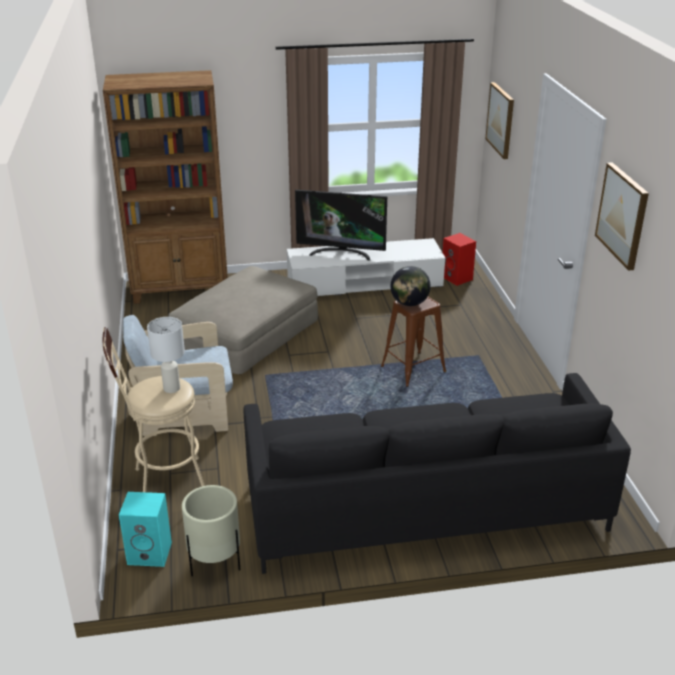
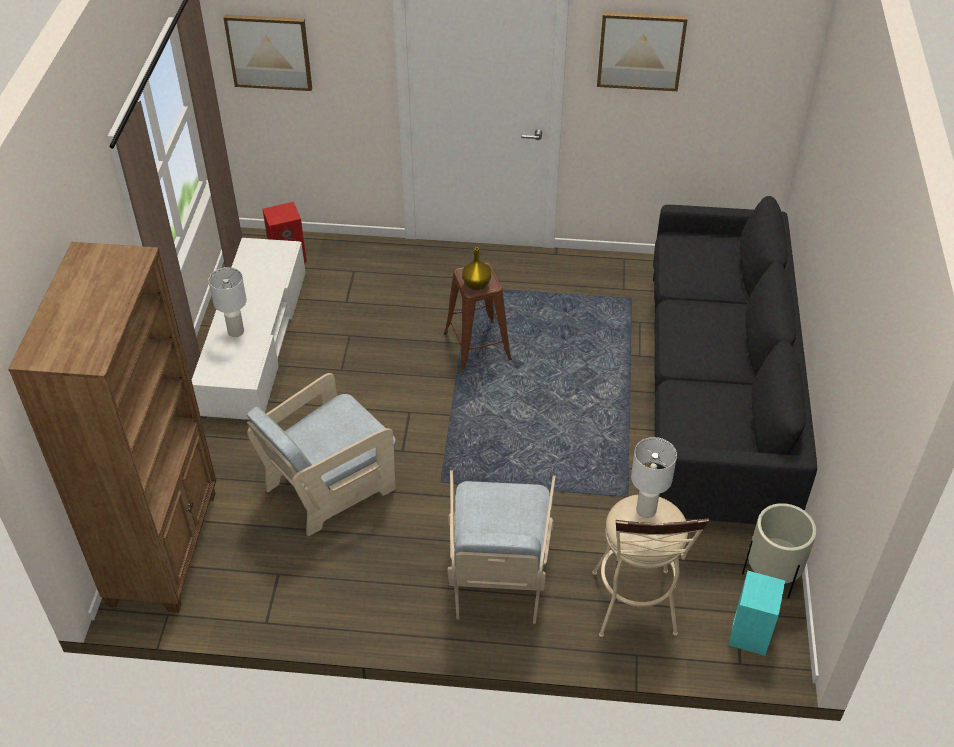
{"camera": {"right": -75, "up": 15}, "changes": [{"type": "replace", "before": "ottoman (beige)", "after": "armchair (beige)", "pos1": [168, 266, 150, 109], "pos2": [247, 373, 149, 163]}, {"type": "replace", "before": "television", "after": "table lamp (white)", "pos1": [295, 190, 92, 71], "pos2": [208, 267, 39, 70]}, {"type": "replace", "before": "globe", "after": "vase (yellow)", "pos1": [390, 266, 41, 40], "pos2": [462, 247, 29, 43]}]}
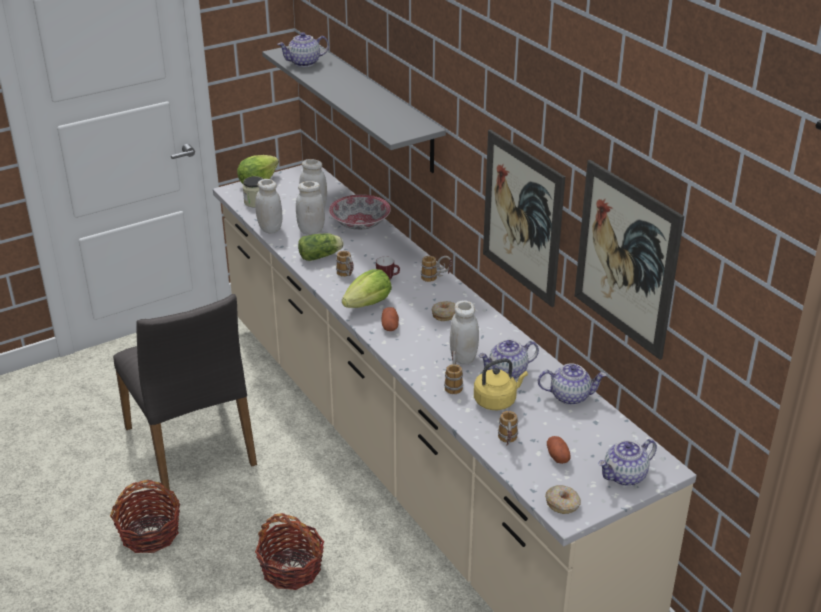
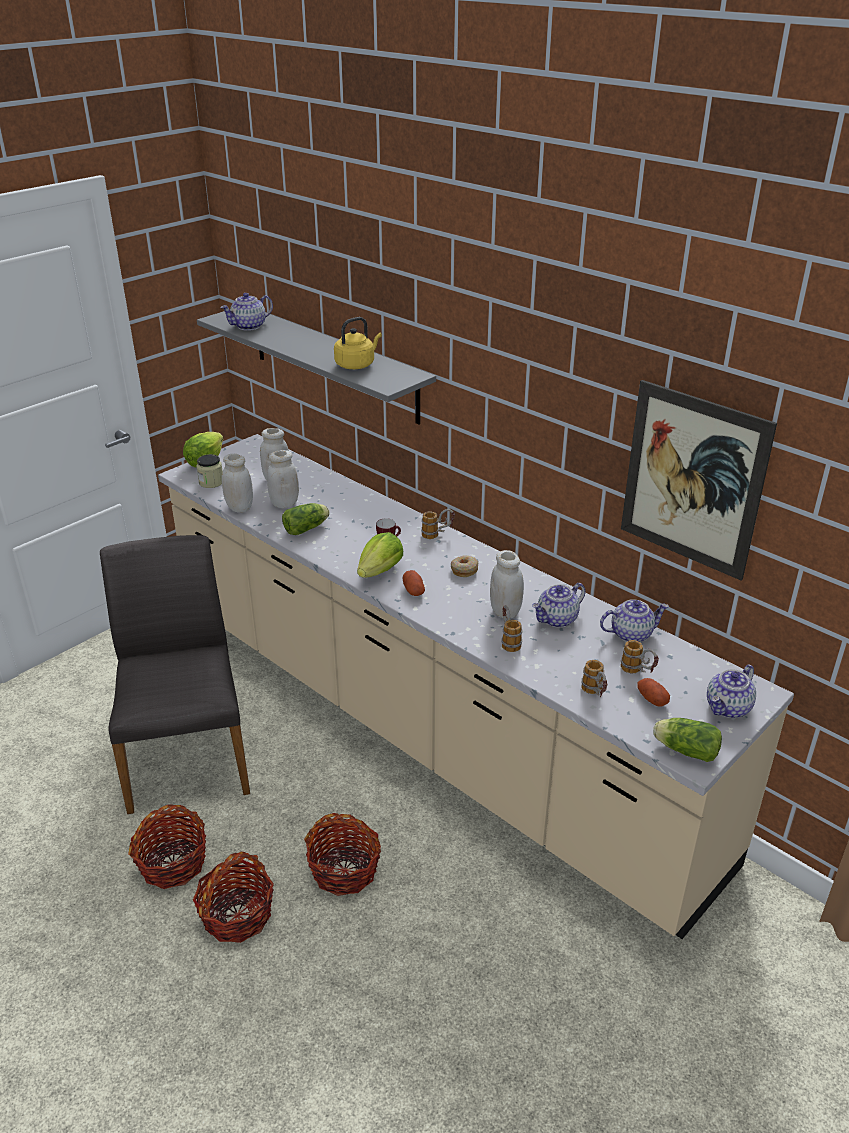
{"camera": {"right": -15, "up": 0}, "changes": [{"type": "delete", "before": "bowl", "pos1": [329, 194, 62, 36]}, {"type": "delete", "before": "picture", "pos1": [483, 129, 82, 178]}, {"type": "insert", "after": "basket", "pos2": [193, 852, 81, 91]}, {"type": "move", "before": "mug", "pos1": [336, 251, 18, 26], "pos2": [621, 640, 38, 34]}, {"type": "move", "before": "kettle (yellow)", "pos1": [474, 358, 54, 52], "pos2": [334, 317, 48, 52]}, {"type": "replace", "before": "donut", "after": "lettuce", "pos1": [545, 485, 36, 29], "pos2": [653, 718, 69, 44]}, {"type": "rotate", "before": "chair (grey)", "pos1": [113, 294, 144, 196], "pos2": [100, 535, 150, 279], "turn": -150}]}
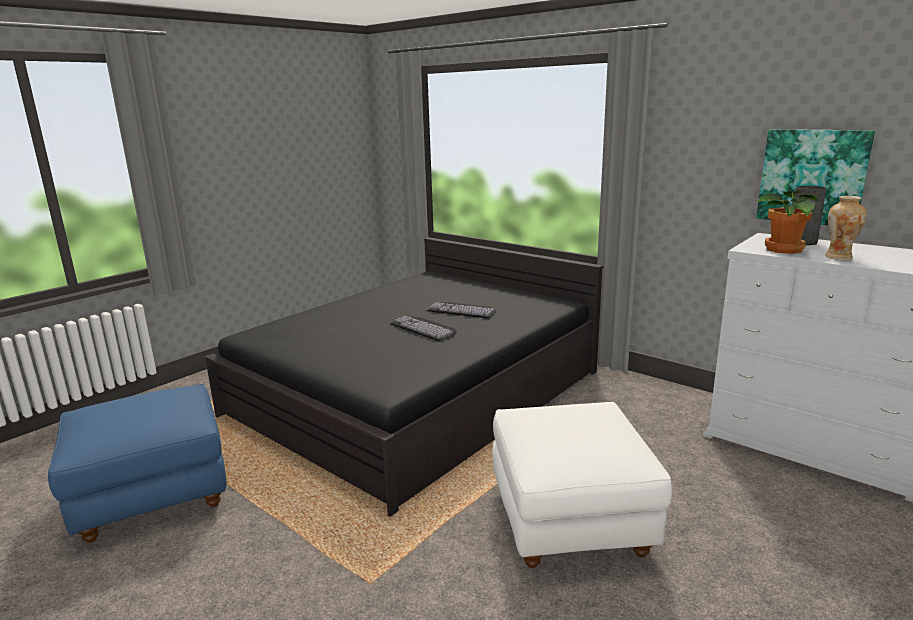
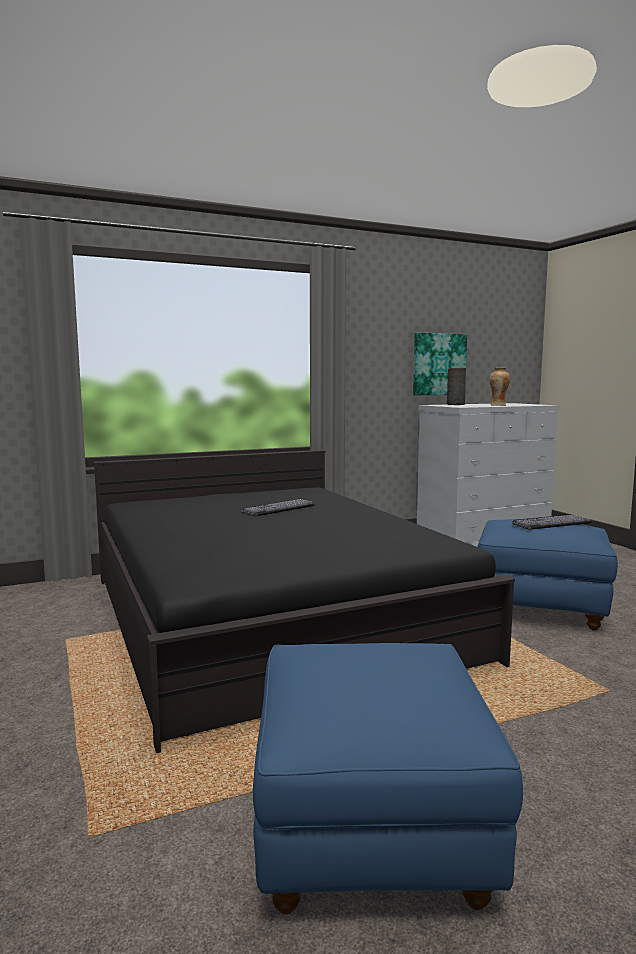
{"camera": {"right": -65, "up": -10}, "changes": [{"type": "delete", "before": "potted plant", "pos1": [757, 191, 61, 63]}, {"type": "move", "before": "keyboard", "pos1": [390, 316, 66, 25], "pos2": [512, 515, 80, 15]}, {"type": "recolor", "before": "ottoman (white)", "after": "ottoman (blue)", "pos1": [492, 402, 180, 166], "pos2": [477, 519, 141, 112]}]}
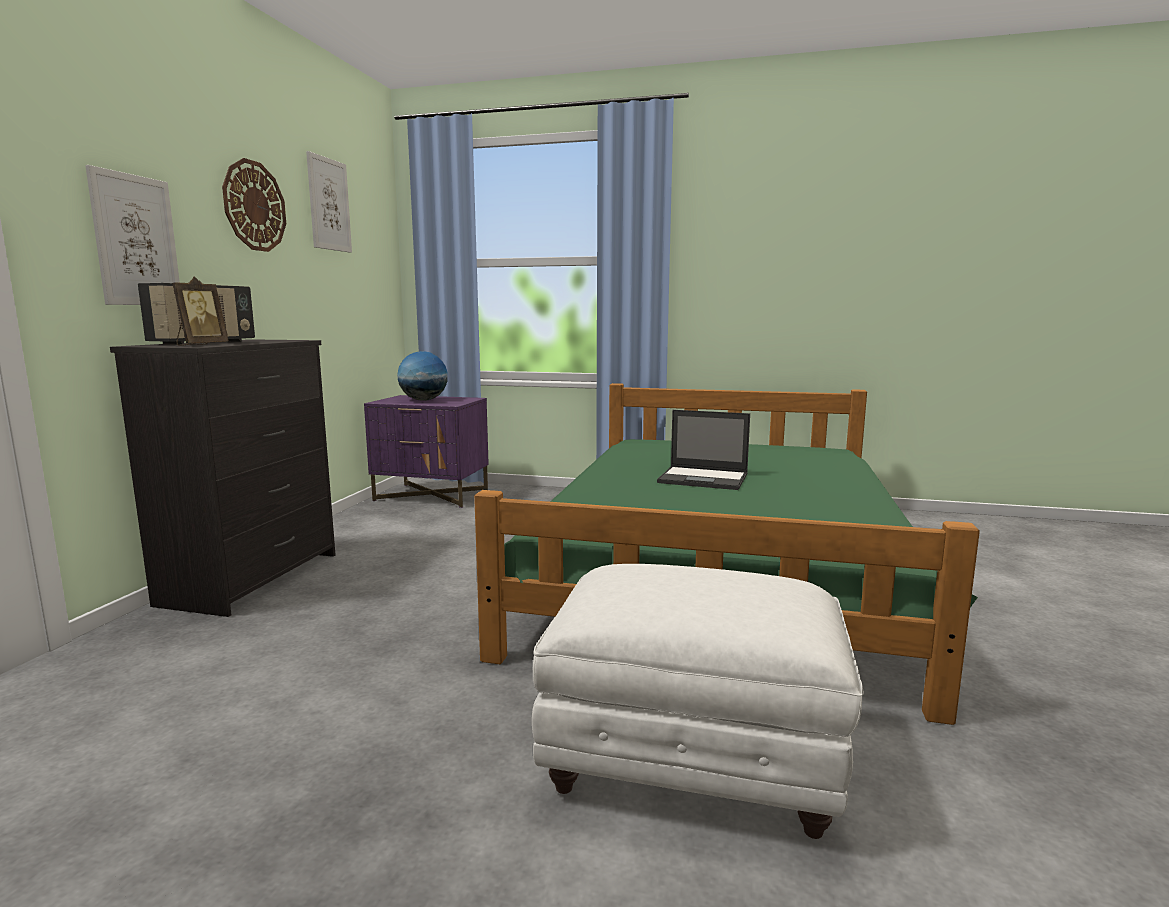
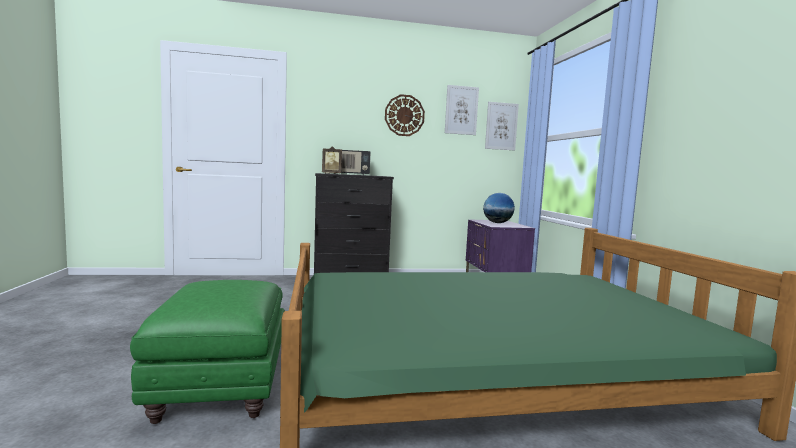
{"camera": {"right": 65, "up": -5}, "changes": [{"type": "delete", "before": "laptop", "pos1": [657, 410, 93, 80]}, {"type": "move", "before": "picture", "pos1": [85, 165, 95, 140], "pos2": [485, 102, 34, 48]}, {"type": "recolor", "before": "ottoman (white)", "after": "ottoman (green)", "pos1": [532, 564, 332, 275], "pos2": [130, 280, 155, 144]}]}
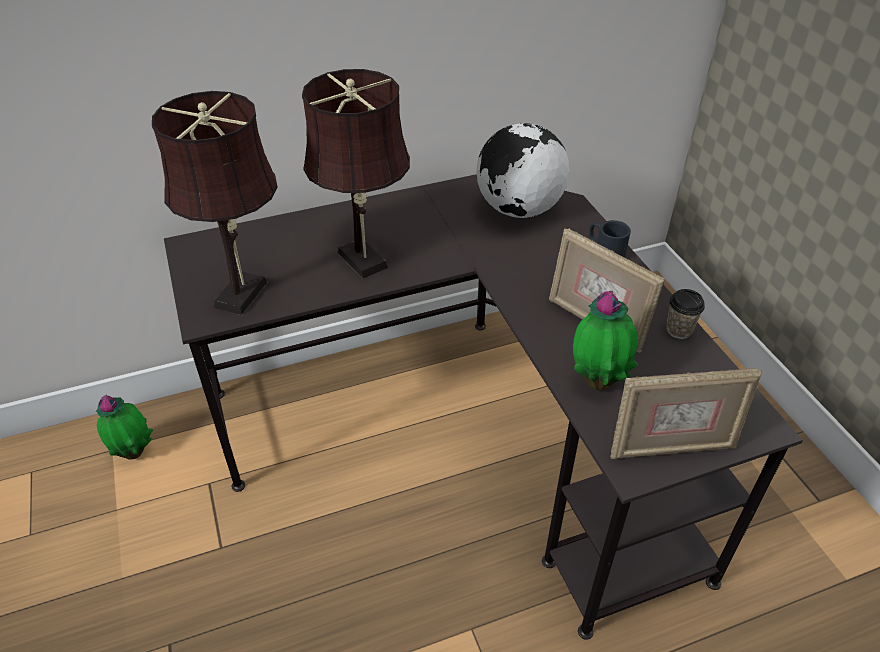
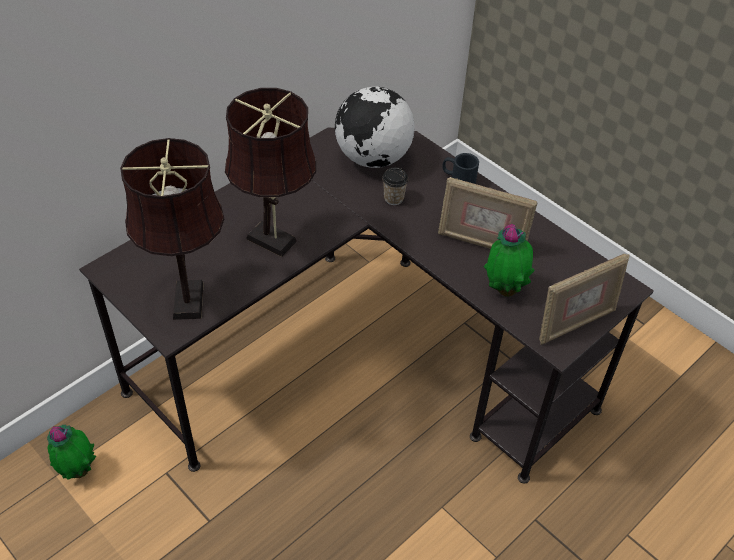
{"camera": {"right": -25, "up": 5}, "changes": [{"type": "move", "before": "cup", "pos1": [666, 289, 39, 50], "pos2": [382, 167, 26, 38]}]}
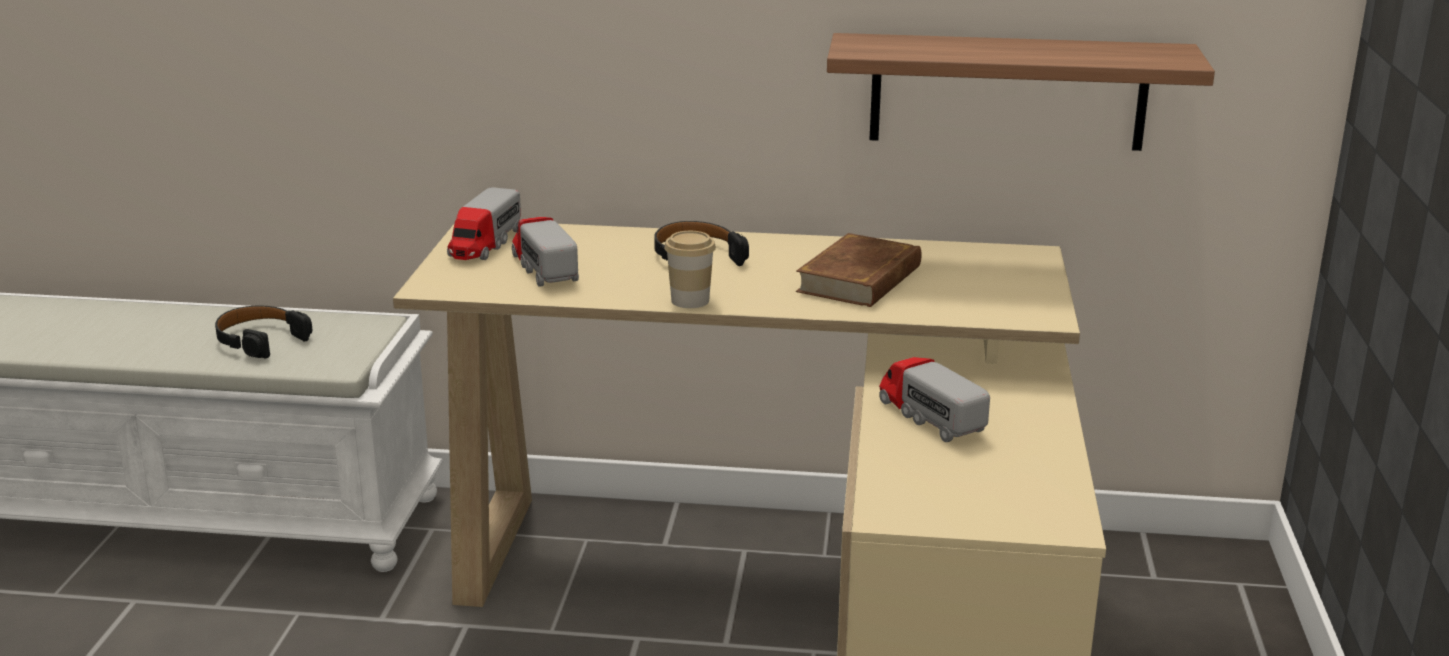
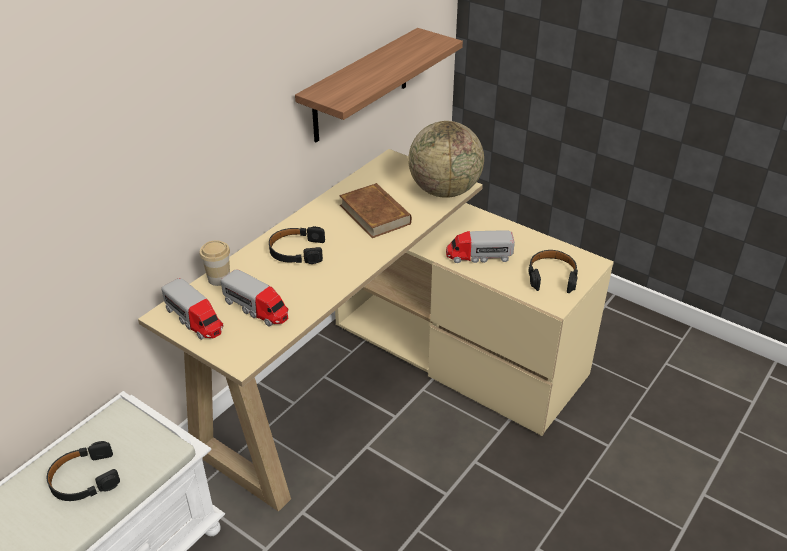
{"camera": {"right": -60, "up": 15}, "changes": [{"type": "insert", "after": "globe", "pos2": [408, 121, 76, 77]}, {"type": "insert", "after": "headphones (black)", "pos2": [528, 250, 50, 43]}, {"type": "move", "before": "cup", "pos1": [664, 231, 52, 77], "pos2": [200, 240, 30, 46]}, {"type": "rotate", "before": "toy truck", "pos1": [512, 217, 67, 69], "pos2": [221, 269, 68, 58], "turn": -150}]}
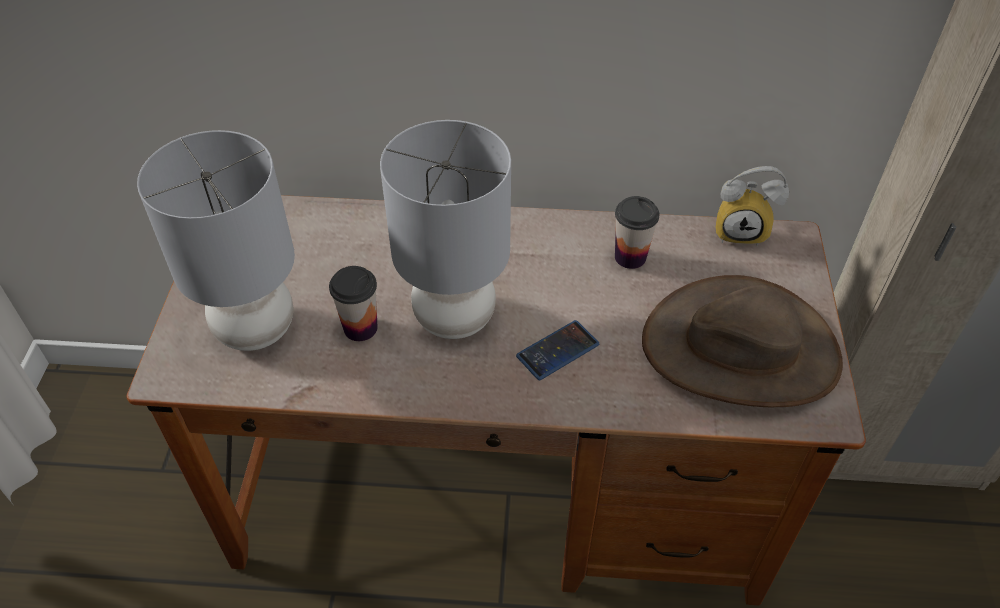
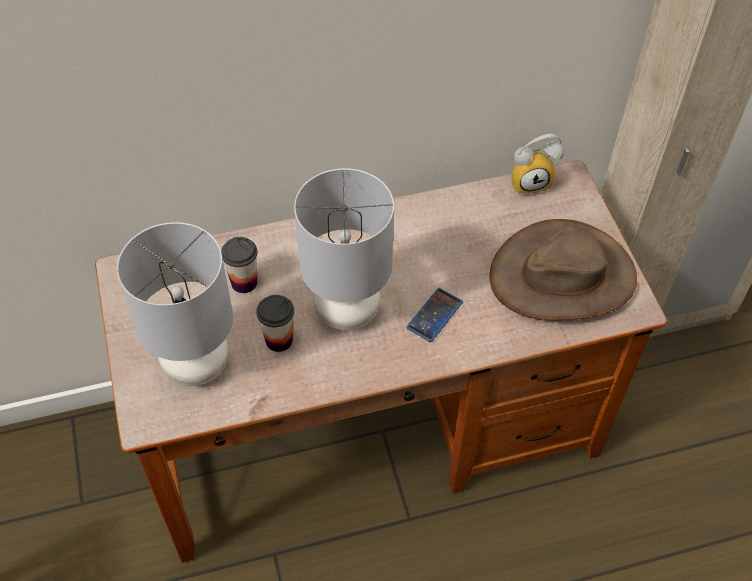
{"camera": {"right": -20, "up": 5}, "changes": [{"type": "move", "before": "cup", "pos1": [615, 196, 44, 73], "pos2": [221, 237, 36, 56]}]}
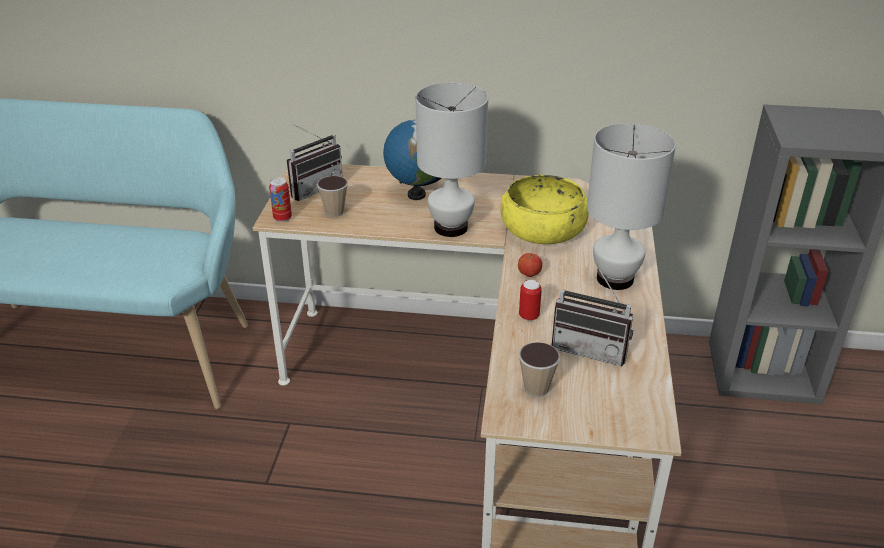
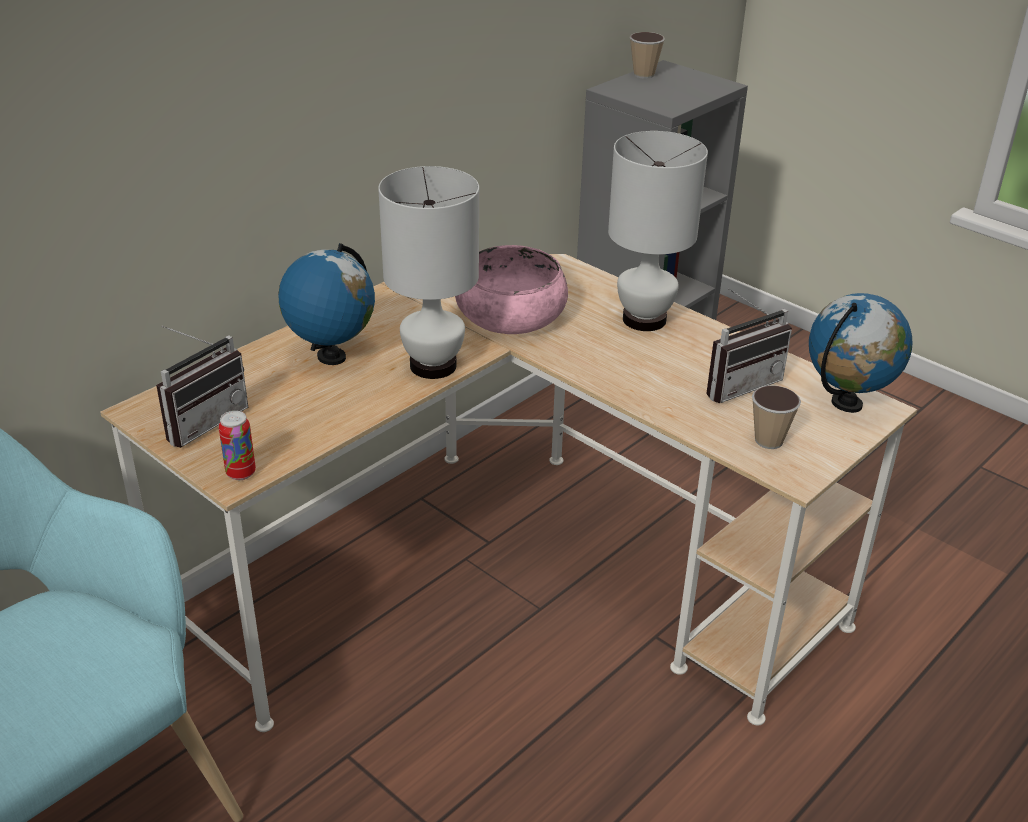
{"camera": {"right": -55, "up": 0}, "changes": [{"type": "delete", "before": "apple", "pos1": [518, 253, 24, 24]}, {"type": "delete", "before": "can", "pos1": [519, 280, 23, 41]}, {"type": "insert", "after": "globe", "pos2": [809, 293, 103, 120]}, {"type": "move", "before": "cup", "pos1": [317, 176, 31, 41], "pos2": [630, 32, 35, 47]}, {"type": "recolor", "before": "bowl (yellow)", "after": "bowl (pink)", "pos1": [501, 175, 88, 69], "pos2": [455, 245, 113, 89]}, {"type": "rotate", "before": "radio", "pos1": [287, 124, 56, 77], "pos2": [156, 326, 92, 122], "turn": 45}]}
